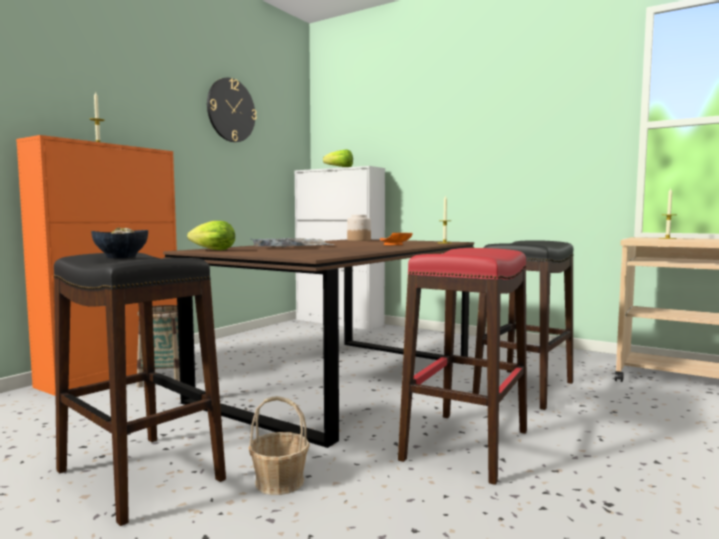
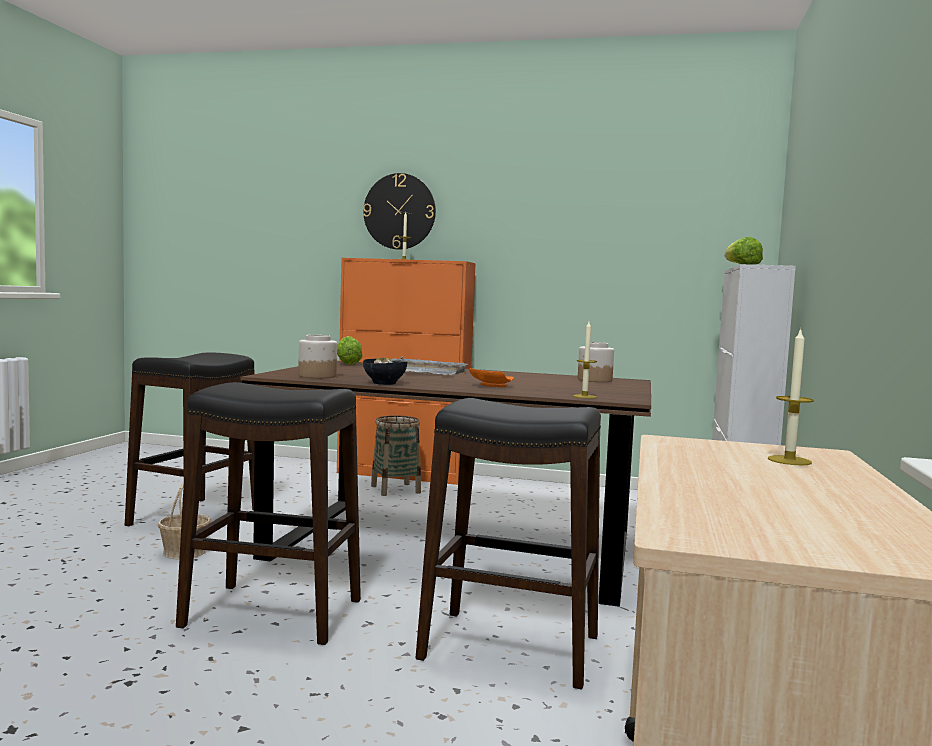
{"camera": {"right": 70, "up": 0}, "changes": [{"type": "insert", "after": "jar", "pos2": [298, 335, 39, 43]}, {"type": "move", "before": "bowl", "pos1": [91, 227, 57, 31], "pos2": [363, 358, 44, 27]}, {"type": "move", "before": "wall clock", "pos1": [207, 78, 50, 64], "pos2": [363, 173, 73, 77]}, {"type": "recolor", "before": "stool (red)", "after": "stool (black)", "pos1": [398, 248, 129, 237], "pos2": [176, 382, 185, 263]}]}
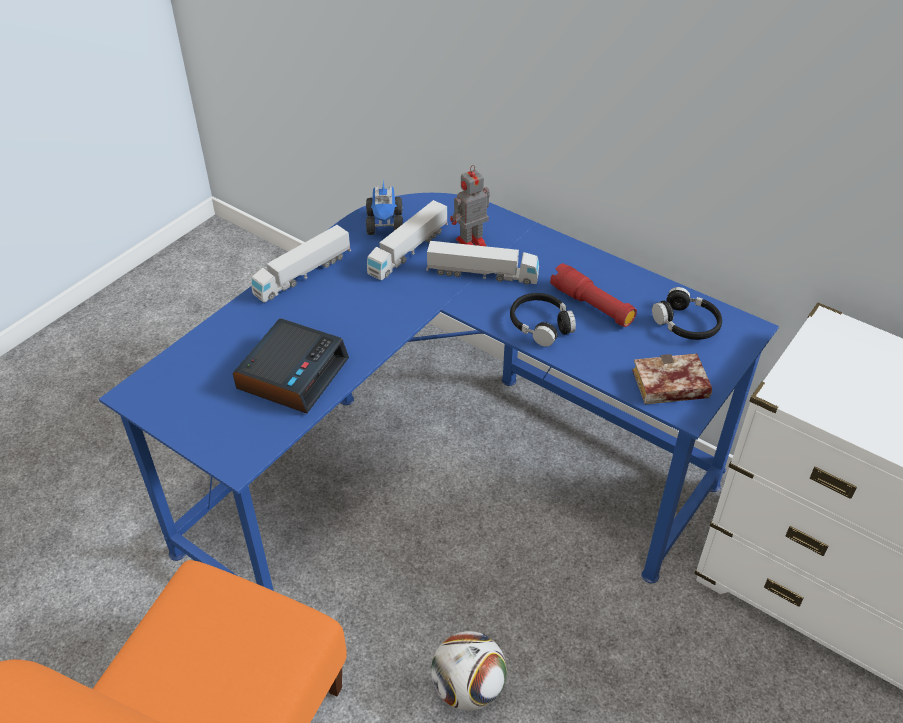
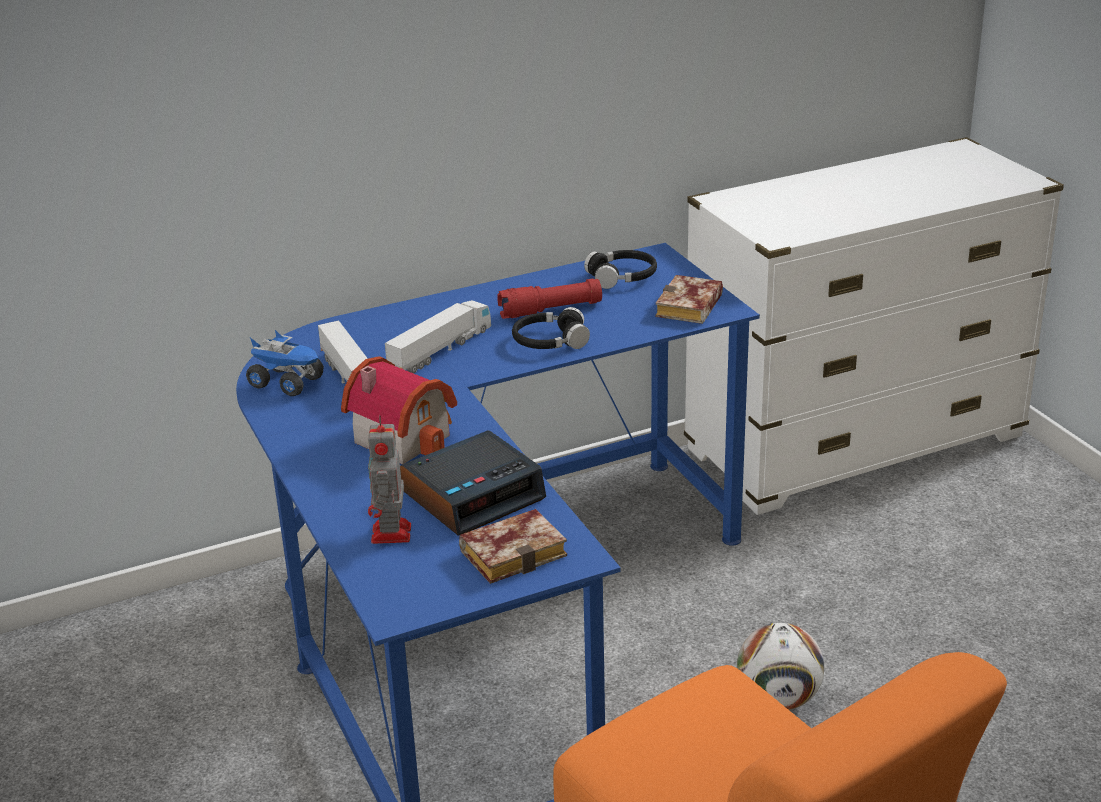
{"camera": {"right": -60, "up": -15}, "changes": [{"type": "delete", "before": "toy truck", "pos1": [251, 225, 100, 77]}, {"type": "insert", "after": "toy house", "pos2": [341, 356, 116, 108]}, {"type": "insert", "after": "book", "pos2": [459, 509, 108, 75]}, {"type": "move", "before": "toy robot", "pos1": [450, 165, 40, 81], "pos2": [368, 415, 43, 129]}, {"type": "rotate", "before": "alarm clock", "pos1": [233, 318, 116, 96], "pos2": [400, 430, 146, 106], "turn": 90}]}
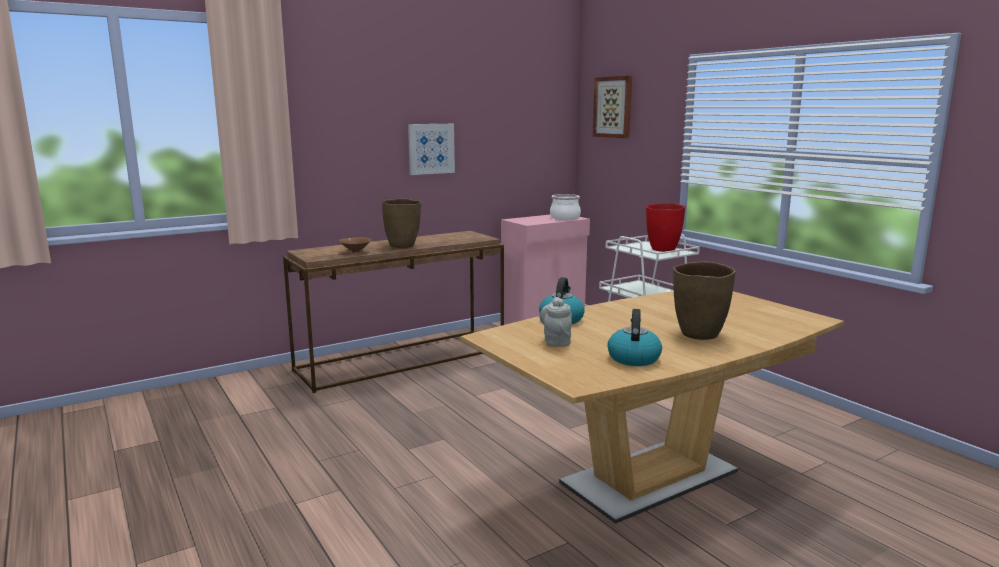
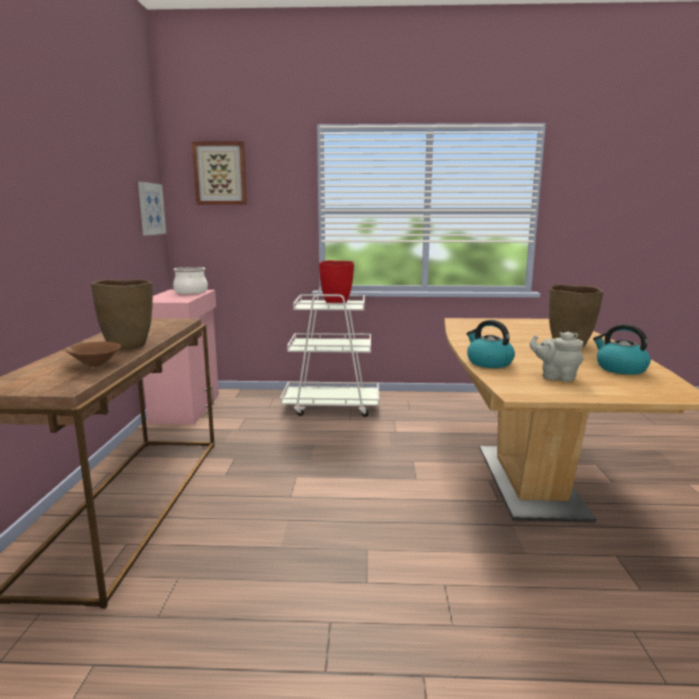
{"camera": {"right": -55, "up": 0}, "changes": [{"type": "move", "before": "picture", "pos1": [408, 124, 47, 51], "pos2": [138, 182, 28, 53]}]}
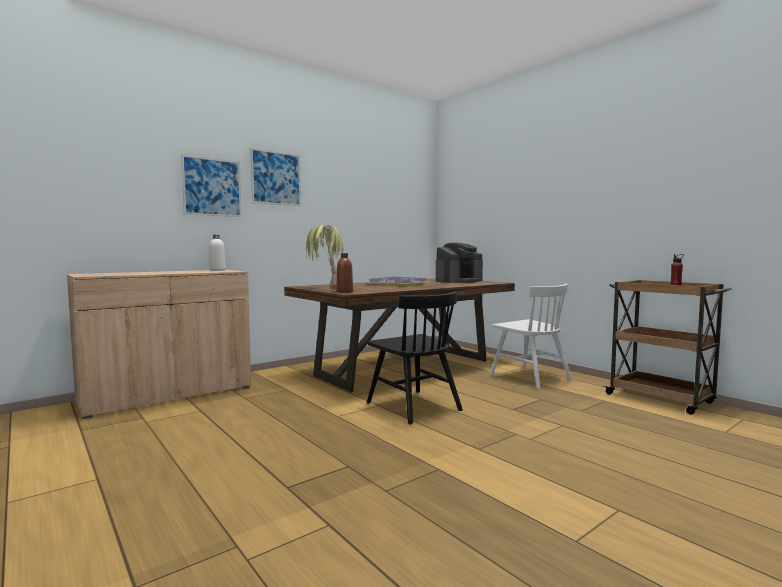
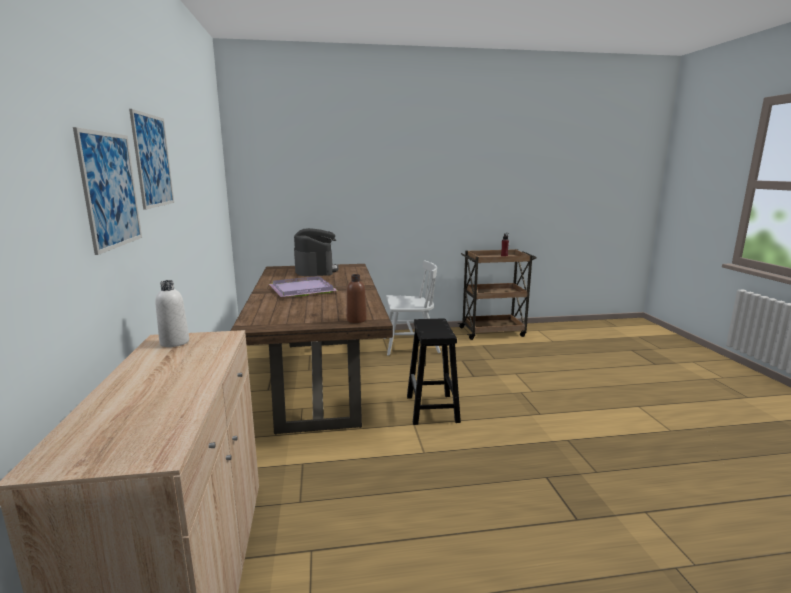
{"camera": {"right": -60, "up": 10}, "changes": [{"type": "delete", "before": "potted plant", "pos1": [306, 225, 38, 63]}, {"type": "replace", "before": "chair (black)", "after": "stool (black)", "pos1": [367, 292, 96, 132], "pos2": [407, 318, 54, 107]}]}
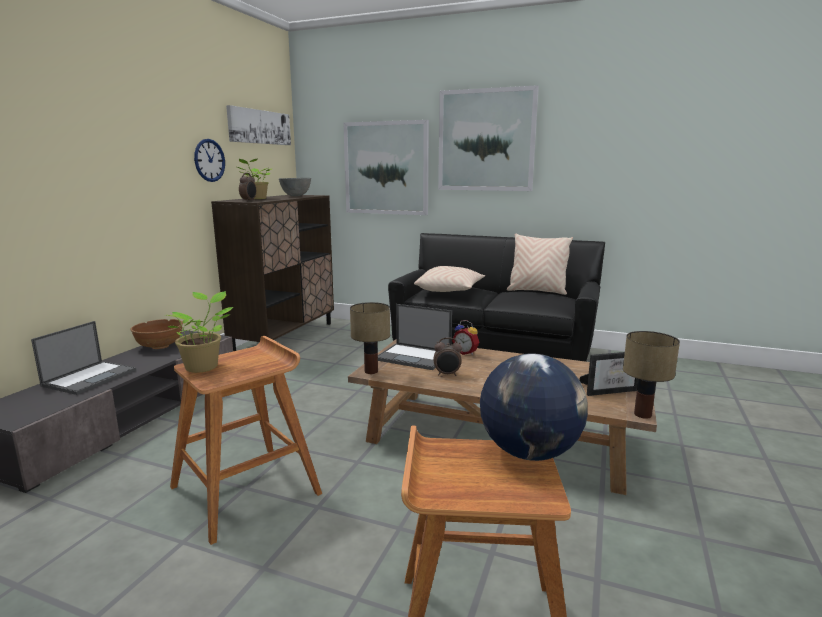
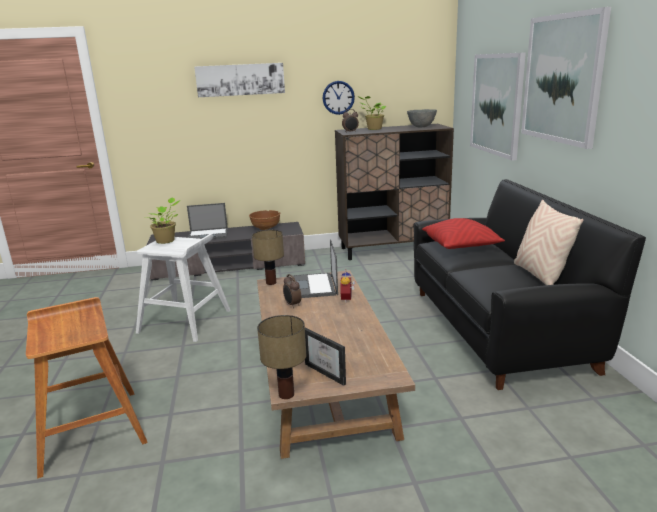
{"camera": {"right": 60, "up": 5}, "changes": [{"type": "delete", "before": "globe", "pos1": [480, 353, 108, 108]}, {"type": "move", "before": "picture", "pos1": [226, 105, 65, 40], "pos2": [194, 63, 91, 34]}, {"type": "recolor", "before": "stool (brown)", "after": "stool (white)", "pos1": [170, 336, 152, 209], "pos2": [136, 234, 95, 108]}, {"type": "recolor", "before": "pillow (beige)", "after": "pillow (red)", "pos1": [414, 266, 71, 26], "pos2": [422, 218, 83, 31]}]}
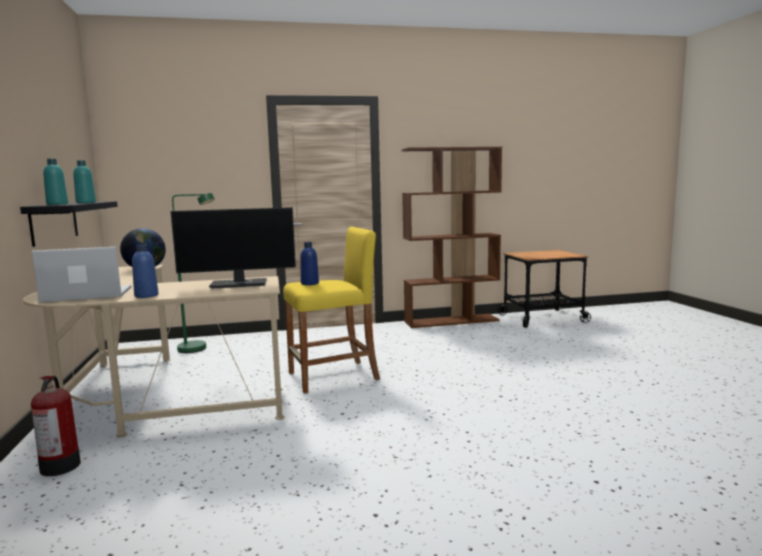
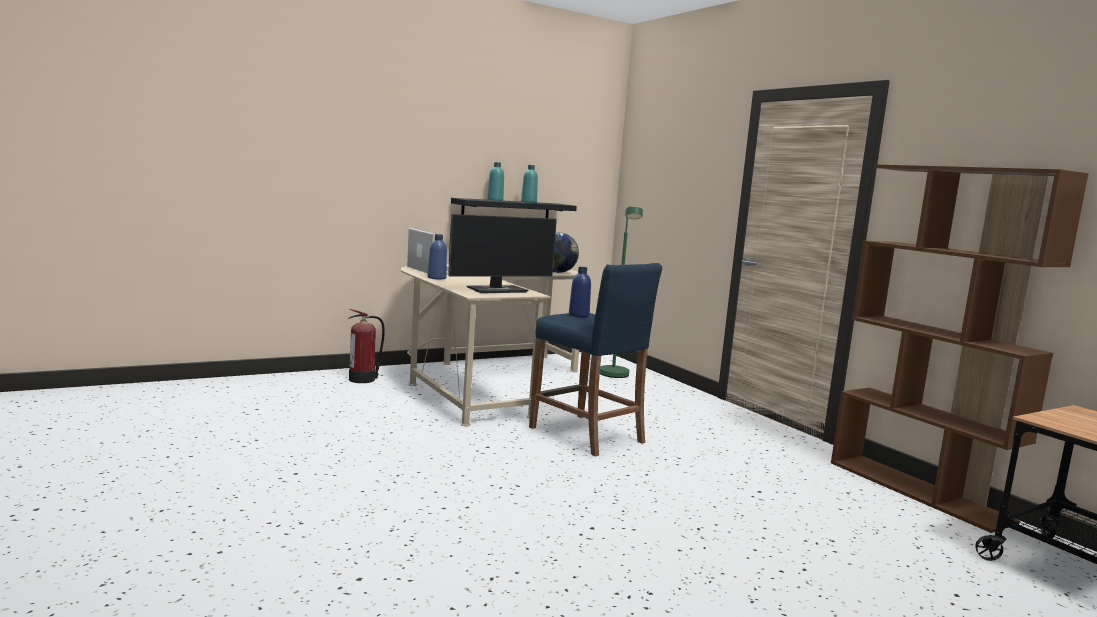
{"camera": {"right": 70, "up": 0}, "changes": [{"type": "recolor", "before": "stool (yellow)", "after": "stool (blue)", "pos1": [283, 227, 97, 166], "pos2": [529, 263, 133, 194]}, {"type": "rotate", "before": "monitor", "pos1": [170, 207, 126, 82], "pos2": [449, 214, 108, 79], "turn": -90}]}
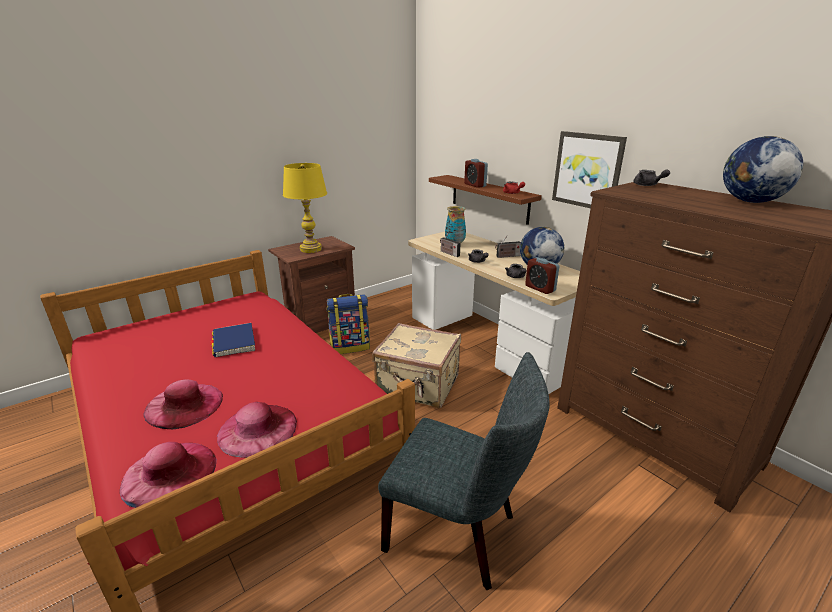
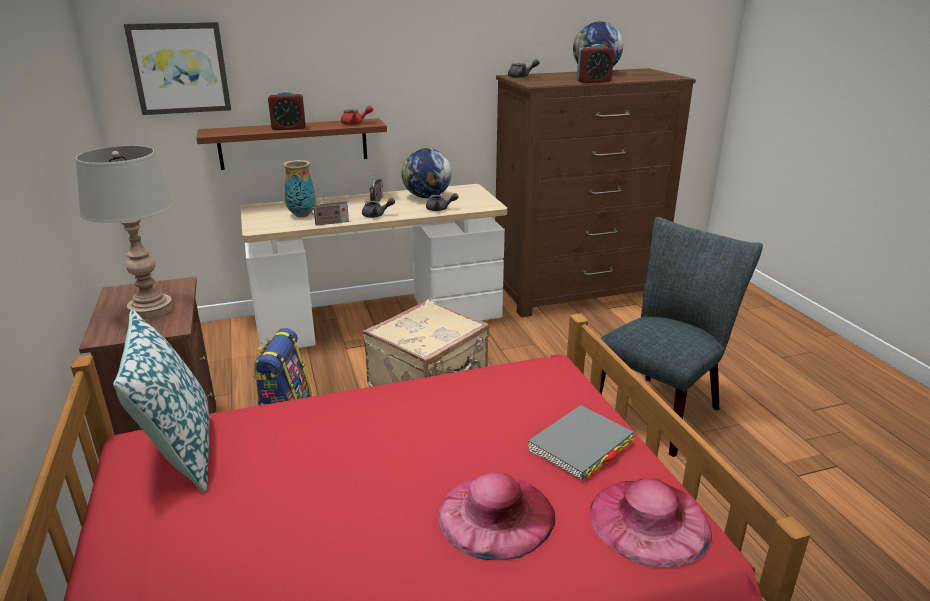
{"camera": {"right": -70, "up": 0}, "changes": [{"type": "delete", "before": "book (blue)", "pos1": [210, 323, 45, 34]}, {"type": "insert", "after": "pillow", "pos2": [113, 310, 96, 183]}, {"type": "move", "before": "alarm clock", "pos1": [525, 257, 34, 37], "pos2": [577, 44, 37, 39]}, {"type": "move", "before": "picture", "pos1": [552, 131, 75, 77], "pos2": [124, 22, 107, 93]}, {"type": "replace", "before": "hat (pink)", "after": "book (grey)", "pos1": [217, 402, 80, 56], "pos2": [528, 405, 107, 75]}, {"type": "recolor", "before": "table lamp (yellow)", "after": "table lamp (grey)", "pos1": [283, 163, 44, 90], "pos2": [76, 146, 98, 173]}]}
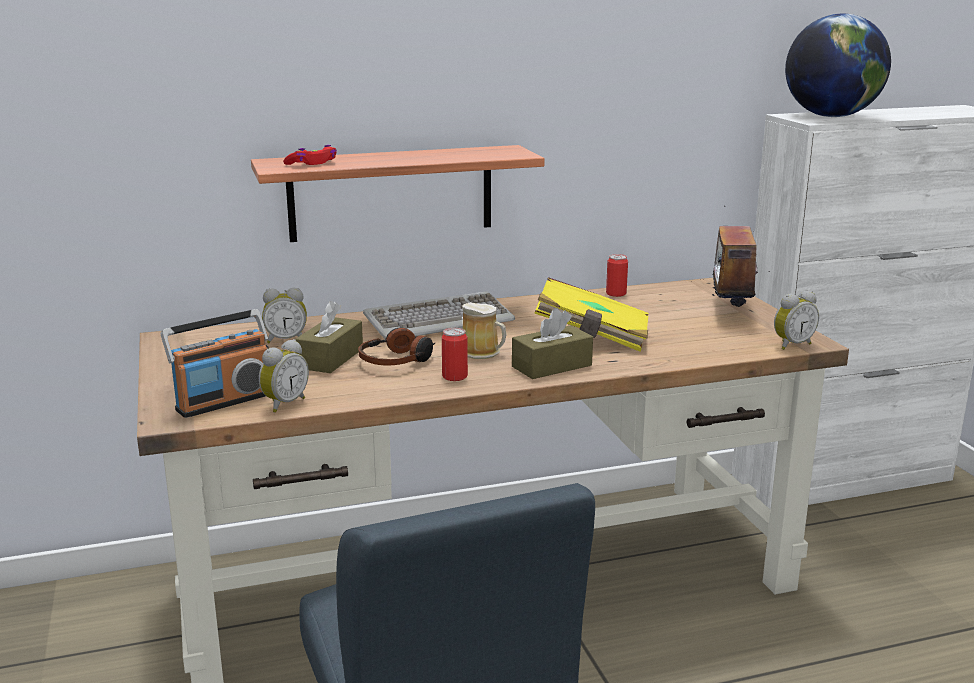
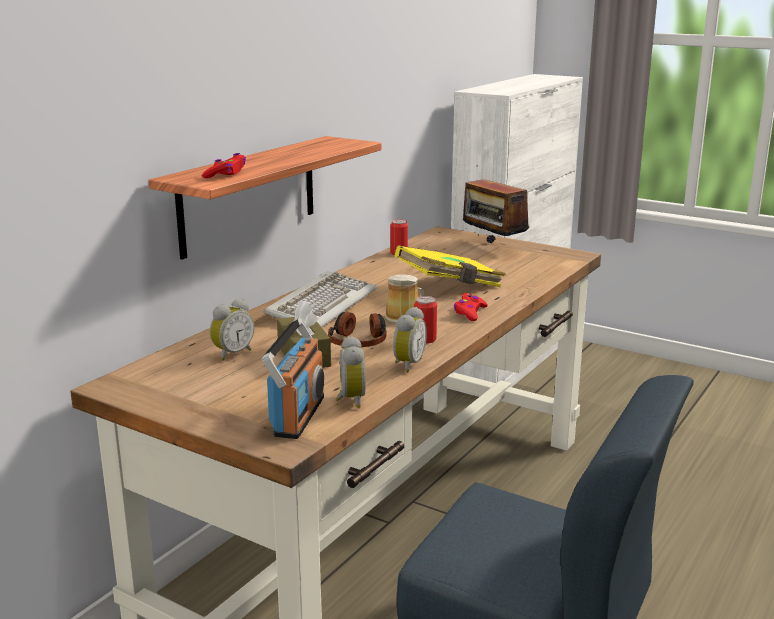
{"camera": {"right": -40, "up": 0}, "changes": [{"type": "delete", "before": "globe", "pos1": [785, 14, 106, 103]}, {"type": "move", "before": "alarm clock", "pos1": [774, 291, 45, 59], "pos2": [393, 307, 34, 66]}, {"type": "replace", "before": "tissue box (brown)", "after": "game controller (red)", "pos1": [512, 308, 81, 71], "pos2": [454, 293, 34, 28]}]}
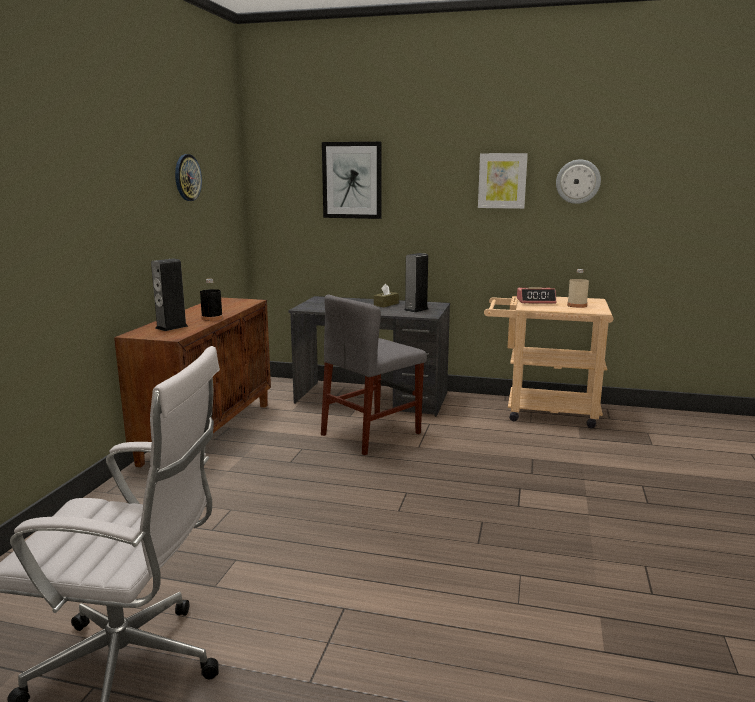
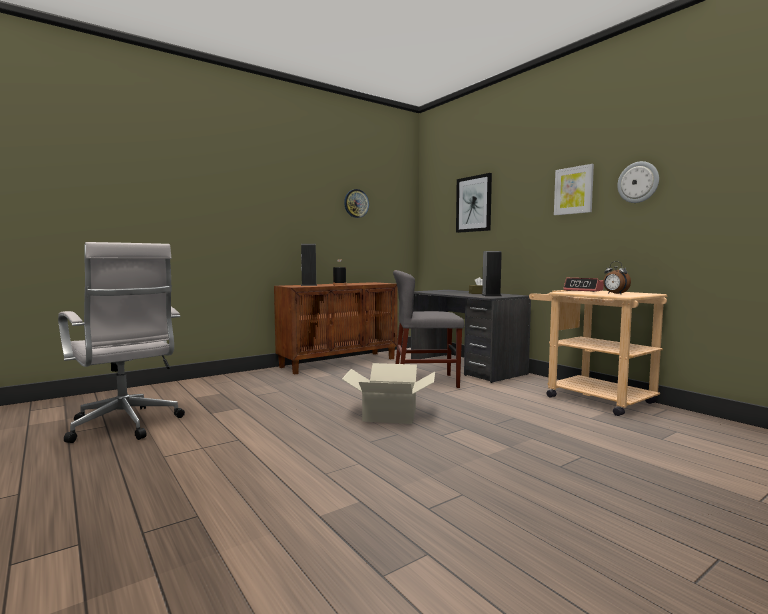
{"camera": {"right": 40, "up": -10}, "changes": [{"type": "insert", "after": "cardboard box", "pos2": [342, 363, 93, 61]}, {"type": "replace", "before": "bottle (beige)", "after": "alarm clock", "pos1": [567, 269, 22, 39], "pos2": [603, 261, 28, 33]}]}
